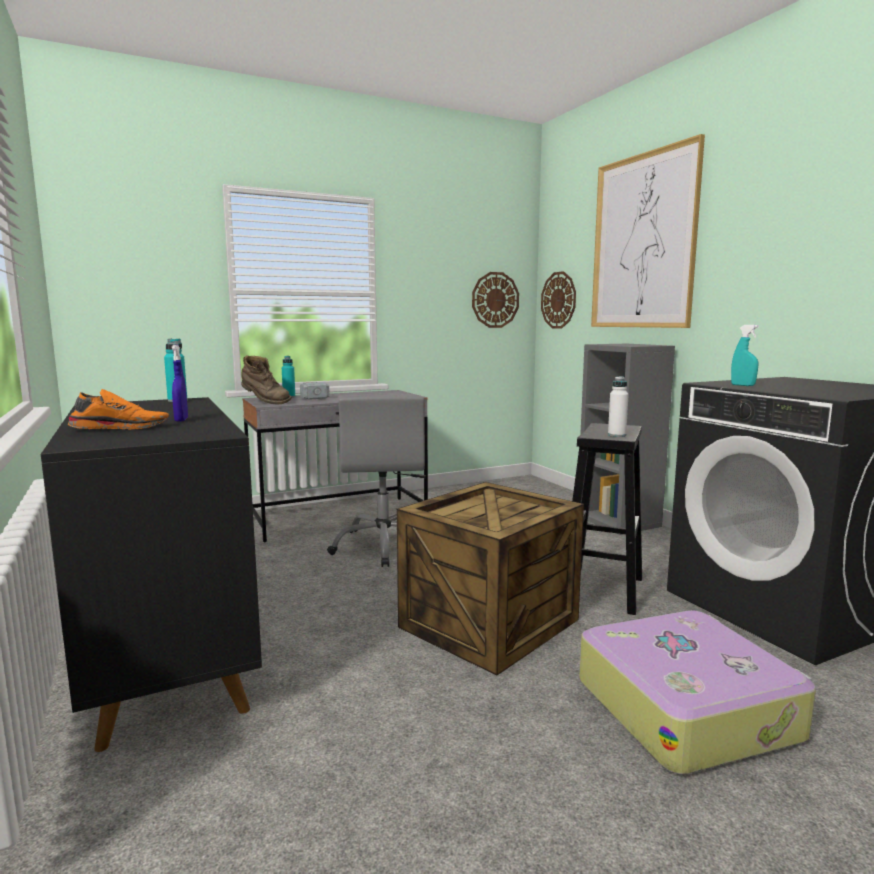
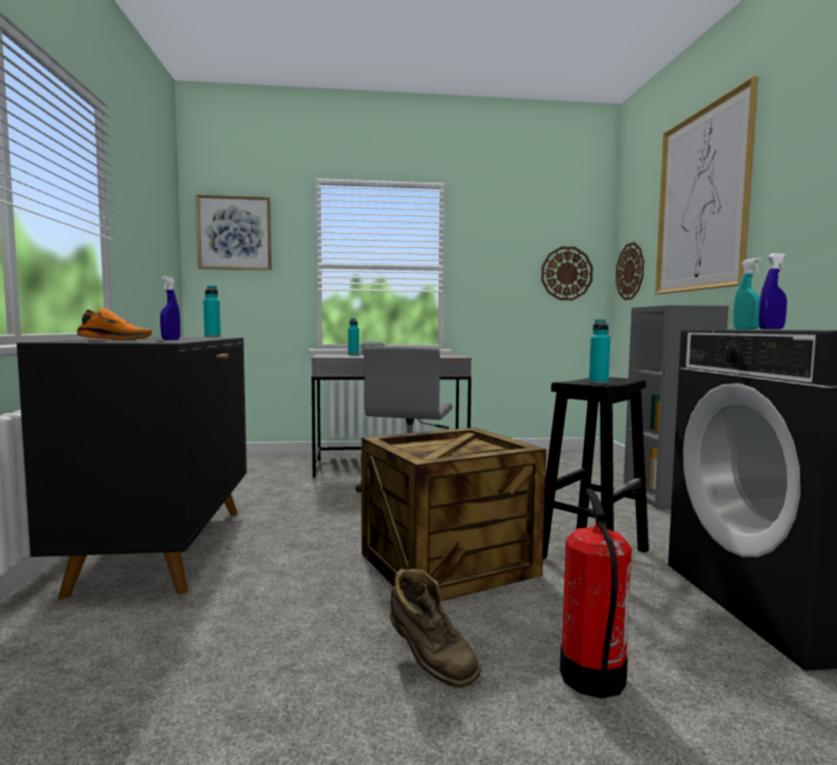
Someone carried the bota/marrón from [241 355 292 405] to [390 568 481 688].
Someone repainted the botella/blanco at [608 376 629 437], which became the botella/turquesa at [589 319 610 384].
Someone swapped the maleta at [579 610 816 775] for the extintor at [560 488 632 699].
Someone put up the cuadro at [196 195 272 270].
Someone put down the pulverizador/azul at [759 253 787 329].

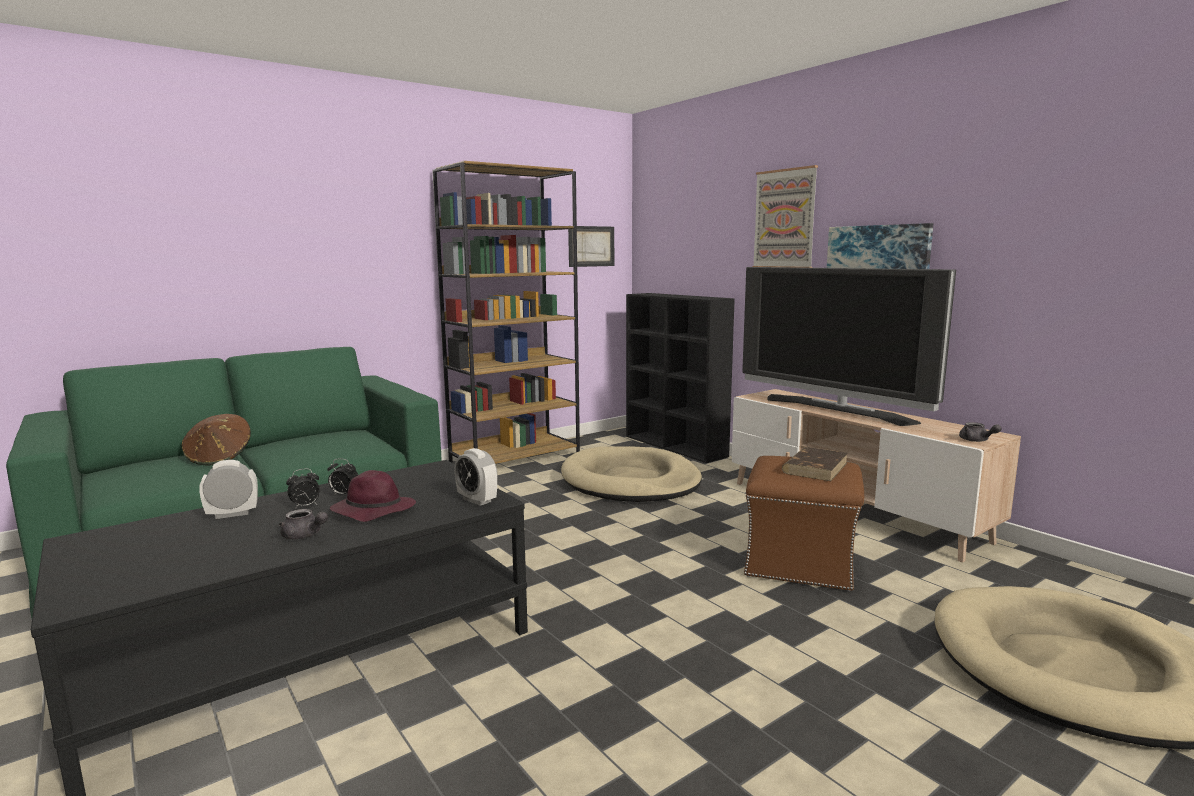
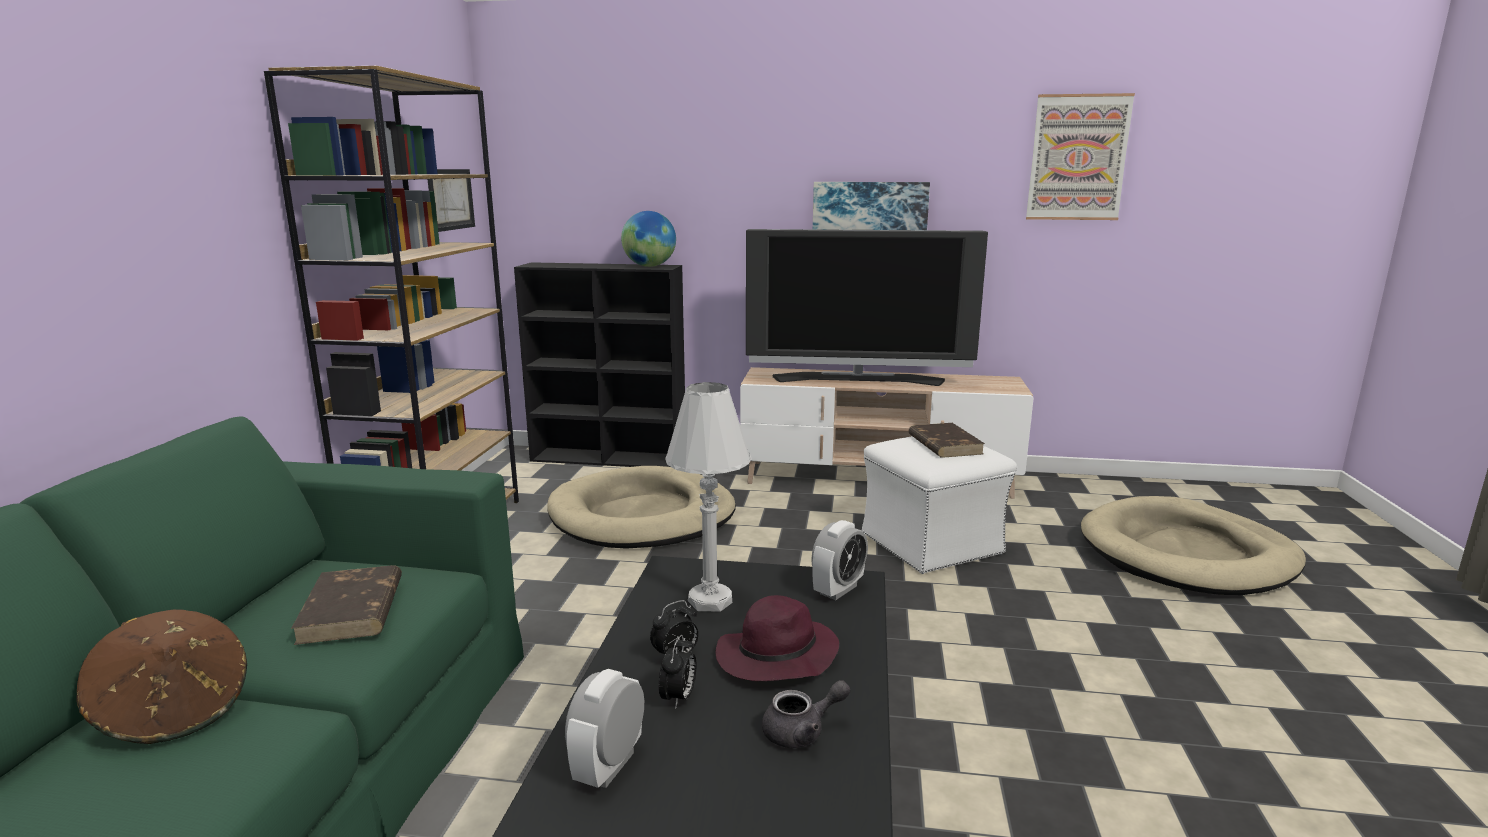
Someone carried the cuadro from [752 165 818 268] to [1026 93 1135 220].
Someone took away the tetera/gris at [959 422 1002 442].
Someone rotated the despertador at [454 448 497 506] by 45 degrees counterclockwise.
Someone repainted the puf/marrón at [744 456 864 591], which became the puf/blanco at [862 436 1017 574].
Someone put down the globo terráqueo at [621 211 676 267].
Someone put down the lámpara de mesa/blanco at [665 382 752 611].
Someone put down the libro/marrón at [291 565 402 645].

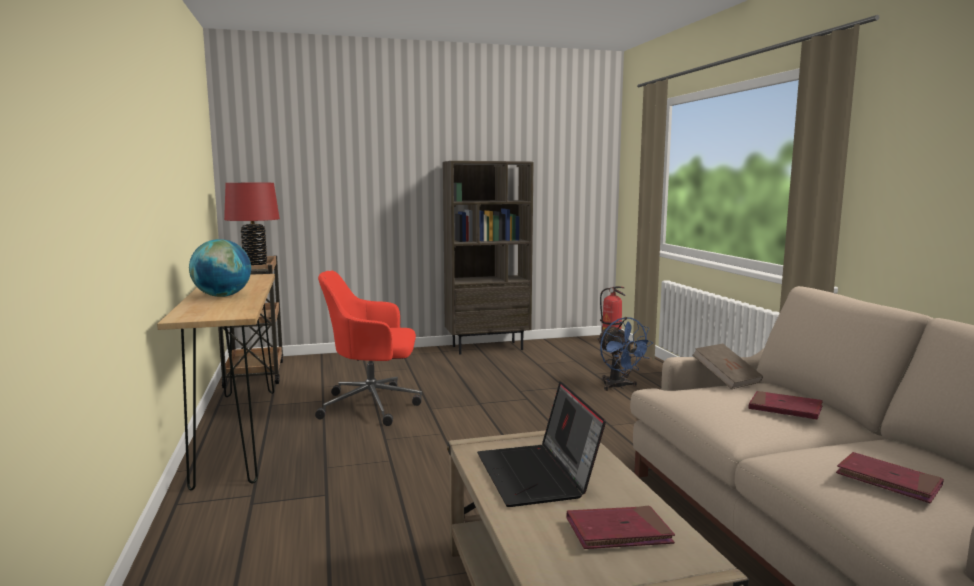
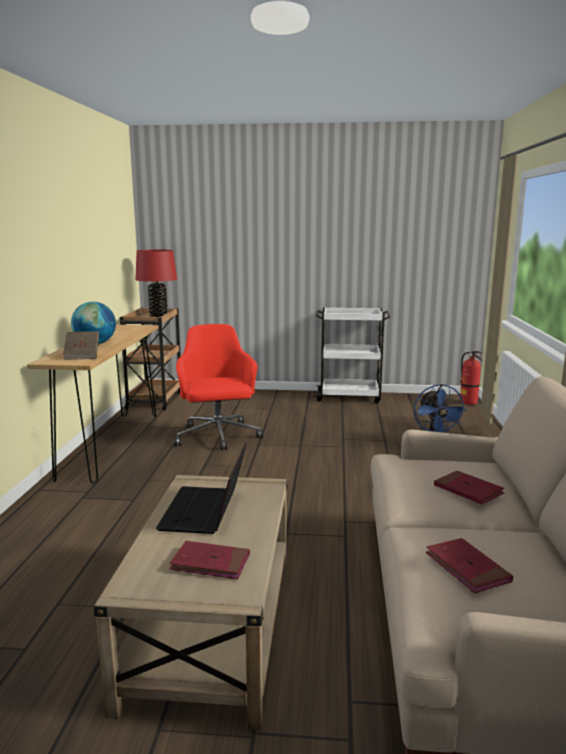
Someone swapped the estantería/marrón at [443 161 534 355] for the carrito/blanco at [316 307 390 403].
Someone rotated the silla de oficina/rojo at [315 271 422 426] by 60 degrees clockwise.
Someone carried the libro/marrón from [693 344 763 389] to [63 331 99 360].

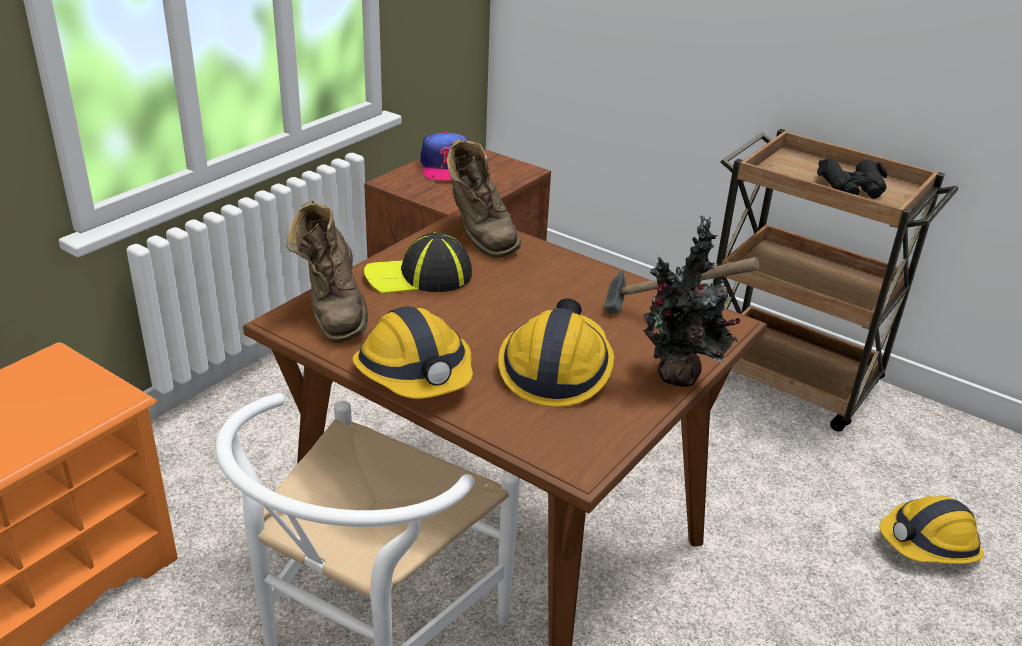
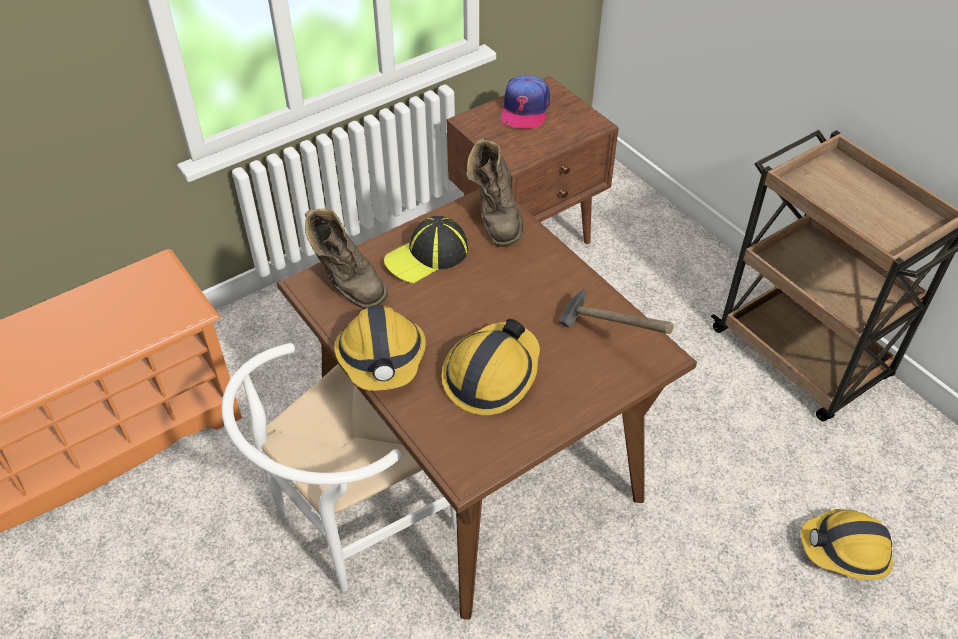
Someone took away the prismáticos/negro at [817 158 887 199].
Someone rotated the bota/marrón at [286 200 368 343] by 45 degrees counterclockwise.
Someone took away the planta en maceta at [643 215 741 387].
Someone rotated the gorra at [364 232 472 294] by 45 degrees counterclockwise.

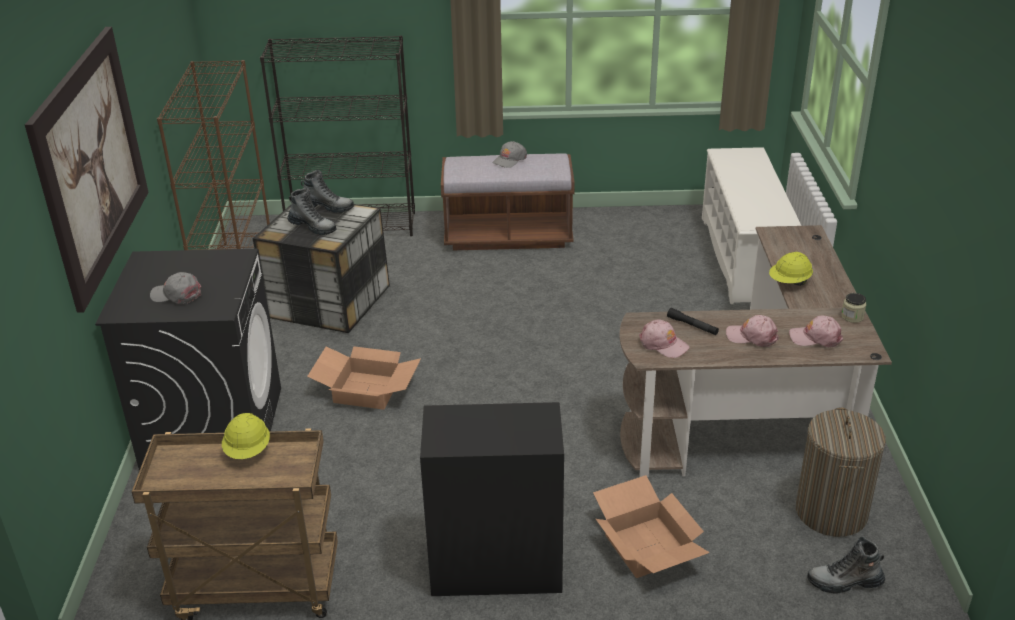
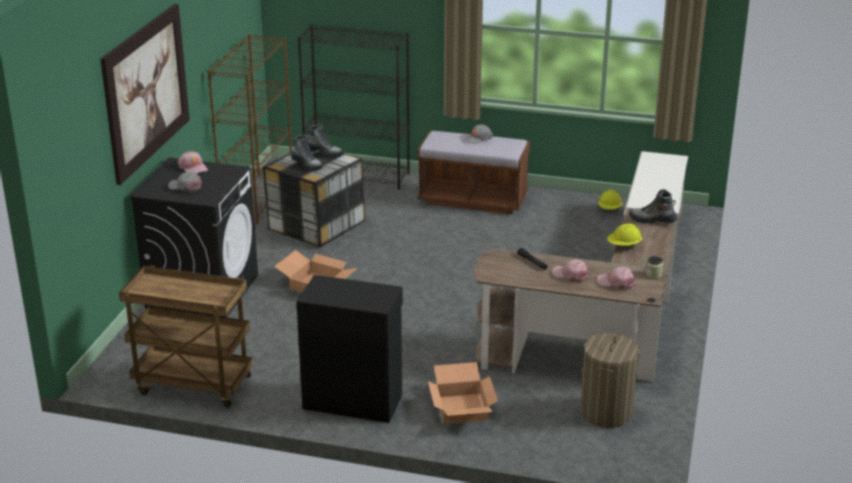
Someone carried the gorra/rosa from [639 319 690 358] to [178 151 208 174].
Someone carried the casco/amarillo from [222 413 270 459] to [598 190 622 210].
Someone carried the bota from [807 536 885 594] to [629 189 677 224].

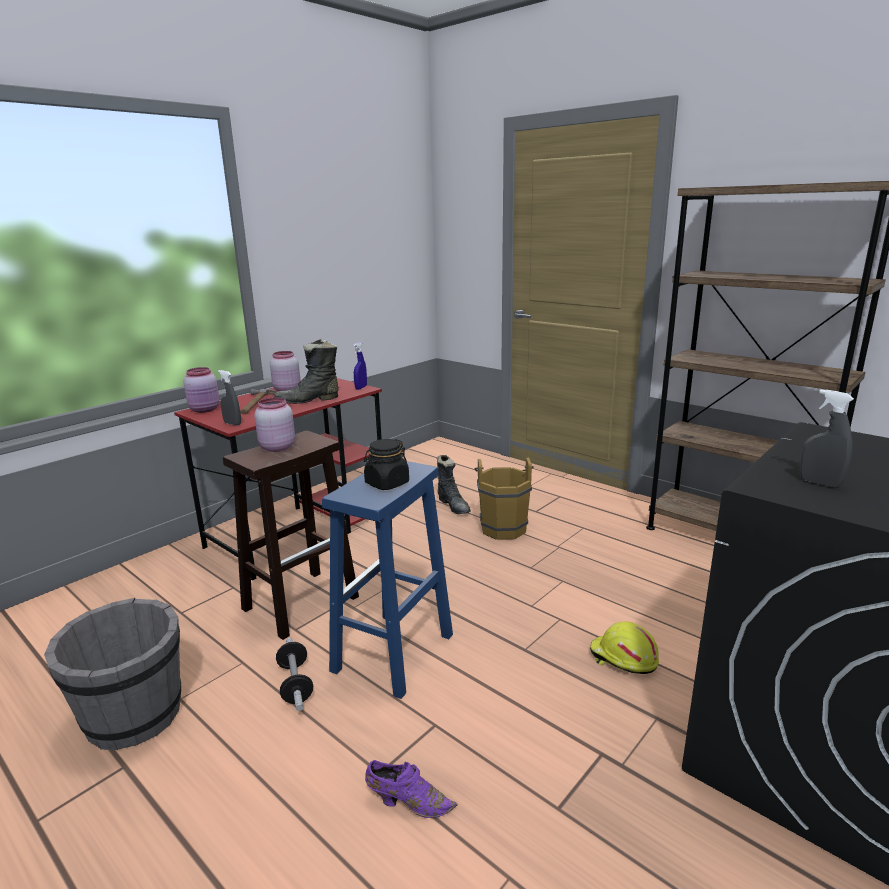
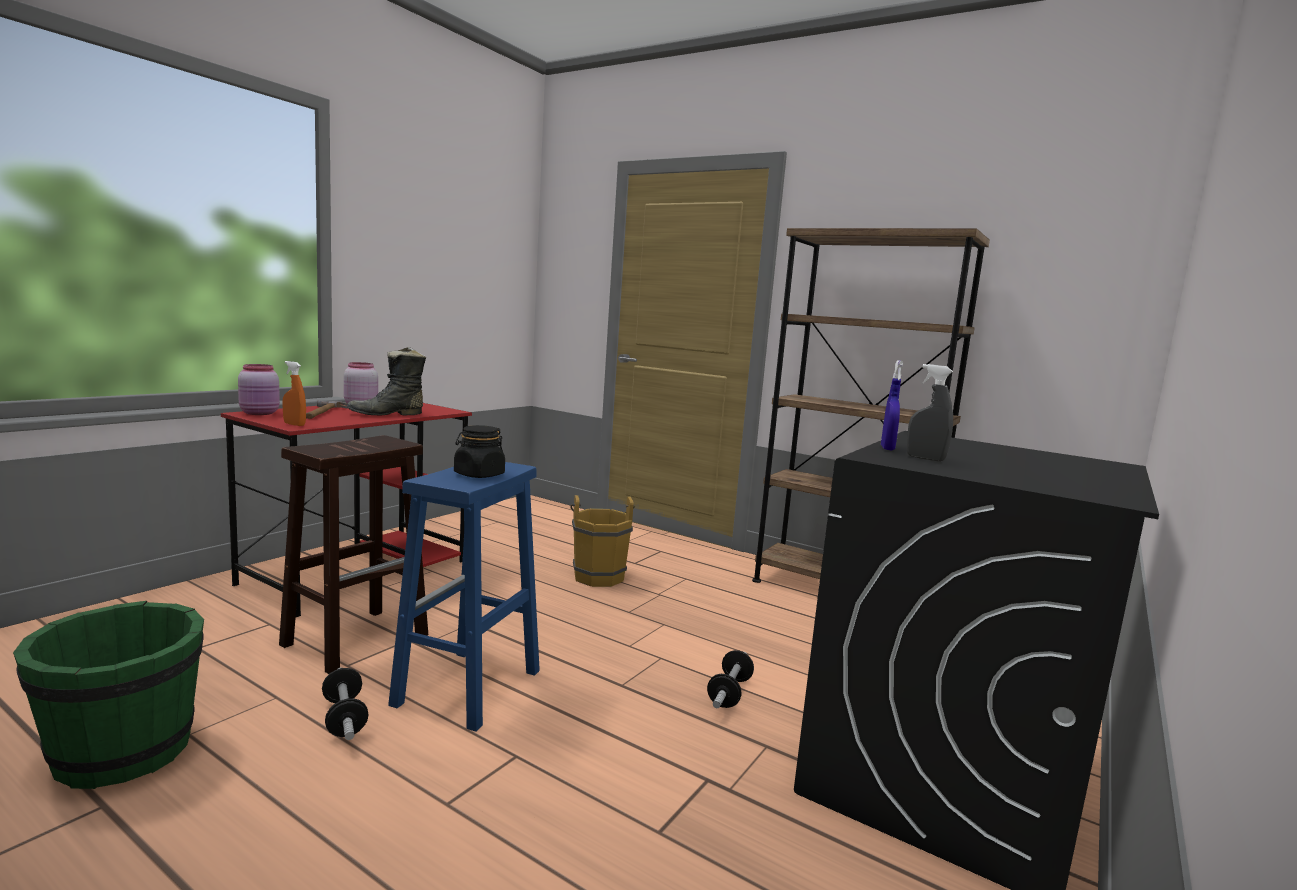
Someone carried the pulverizador/azul from [354 342 367 390] to [881 360 903 450].
Someone repainted the pulverizador/gris at [218 370 241 426], which became the pulverizador/naranja at [282 361 306 426].
Someone took away the tarro/rosa at [255 397 295 452].
Someone took away the bota/negro at [436 455 471 514].
Someone repainted the cubo/gris at [44 598 181 750], which became the cubo/verde at [13 601 204 789].
Someone swapped the casco/amarillo at [590 622 659 674] for the mancuerna at [707 650 754 708].
Someone took away the zapato/morado at [365 760 458 818].

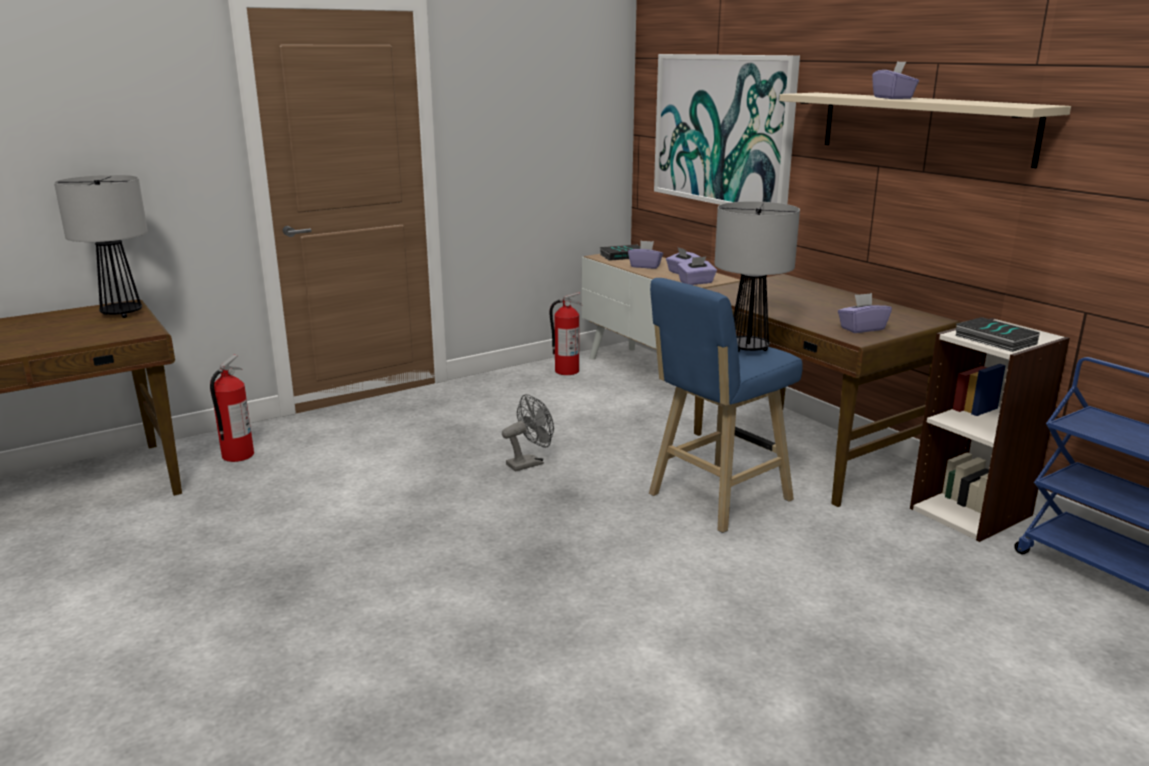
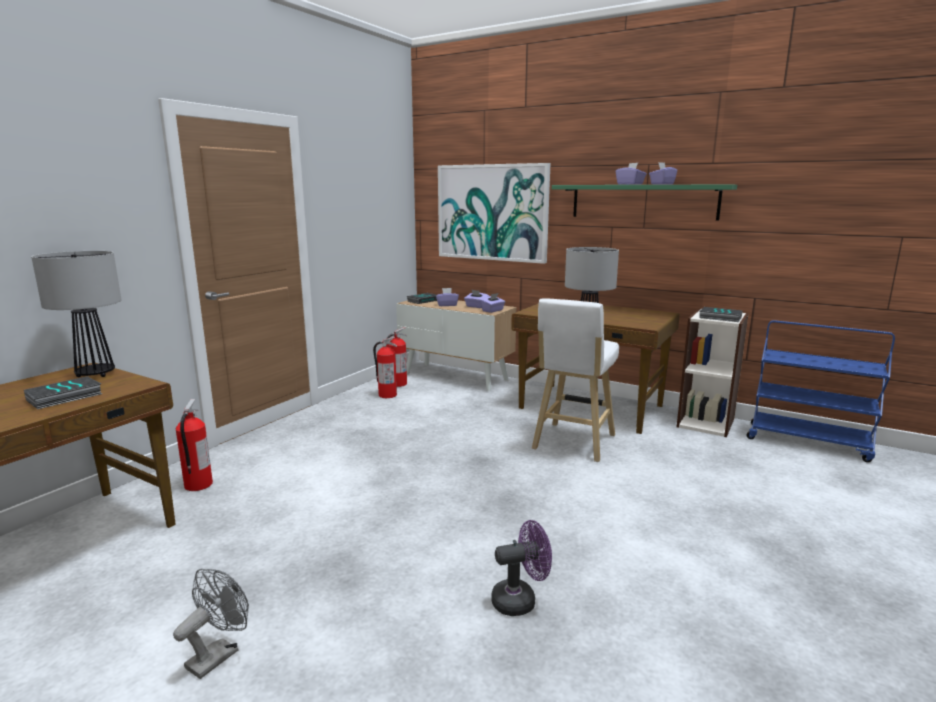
Someone repainted the estante/beis at [779 93 1071 168], which became the estante/verde at [552 185 737 221].
Someone repainted the taburete/azul at [649 278 803 533], which became the taburete/blanco at [532 298 619 462].
Someone carried the caja de pañuelos/morado from [838 293 892 333] to [649 162 677 185].
Someone carried the ventilador/gris from [502 394 554 471] to [173 569 249 679].
Someone put down the extintor at [373 337 397 398].
Someone put down the libro at [24 376 102 409].
Someone put down the ventilador/morado at [491 520 552 616].

